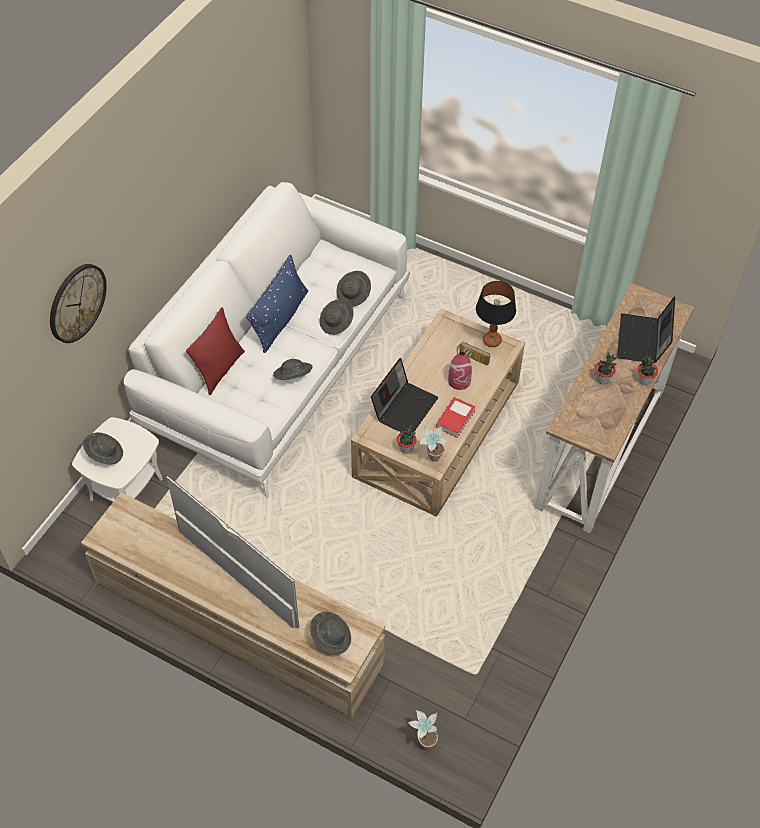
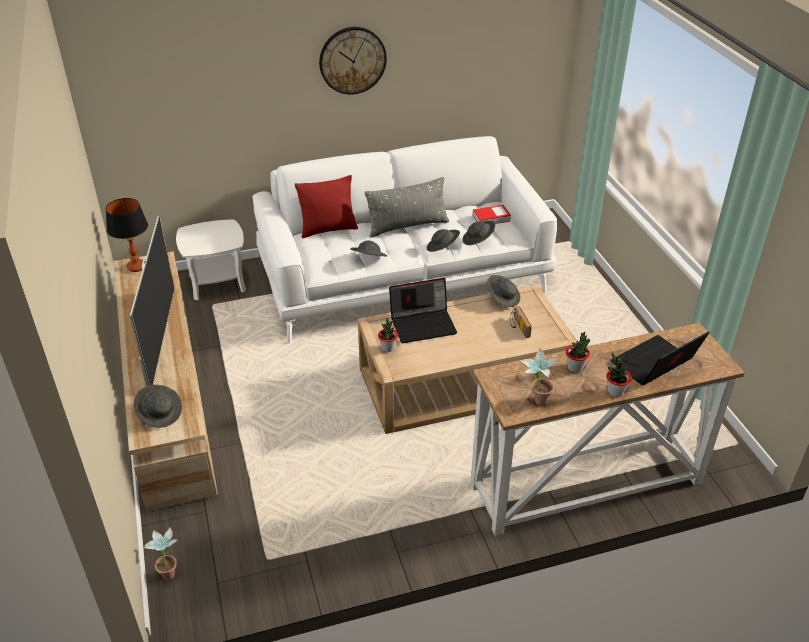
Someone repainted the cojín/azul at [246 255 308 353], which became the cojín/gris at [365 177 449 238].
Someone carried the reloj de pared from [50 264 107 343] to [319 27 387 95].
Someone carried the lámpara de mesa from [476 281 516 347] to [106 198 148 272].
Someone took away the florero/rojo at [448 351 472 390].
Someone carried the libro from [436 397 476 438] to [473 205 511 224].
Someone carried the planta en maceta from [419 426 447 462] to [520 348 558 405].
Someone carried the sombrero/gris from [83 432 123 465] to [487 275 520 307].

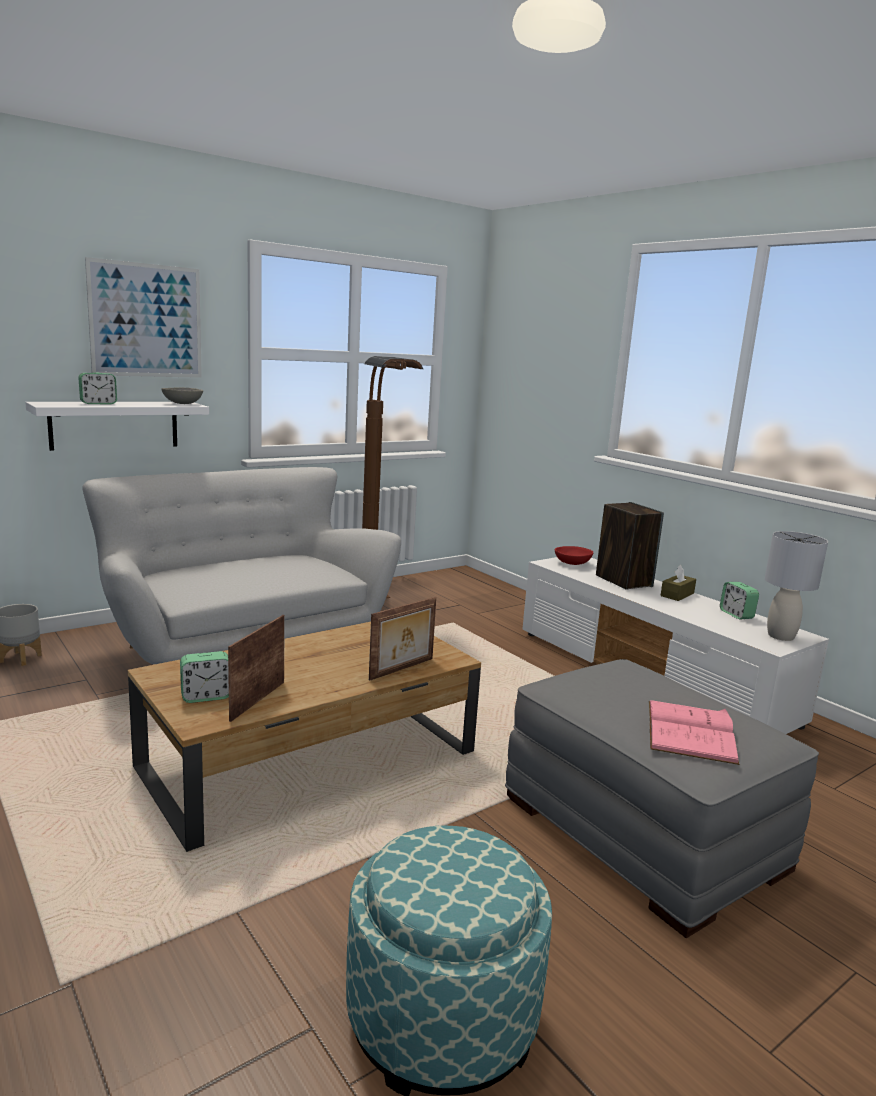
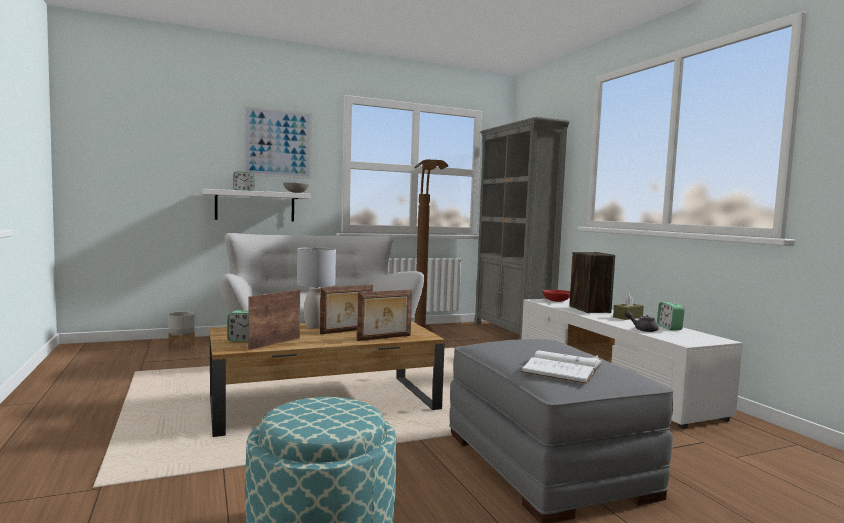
Someone carried the lámpara de mesa/gris from [765 531 828 641] to [297 247 336 329].
Someone repainted the libro/rosa at [649 700 739 765], which became the libro/blanco at [521 351 603 384].
Someone put down the estantería/gris at [475 117 570 339].
Someone put down the portarretratos at [320 285 373 335].
Someone put down the tetera/gris at [625 311 658 332].

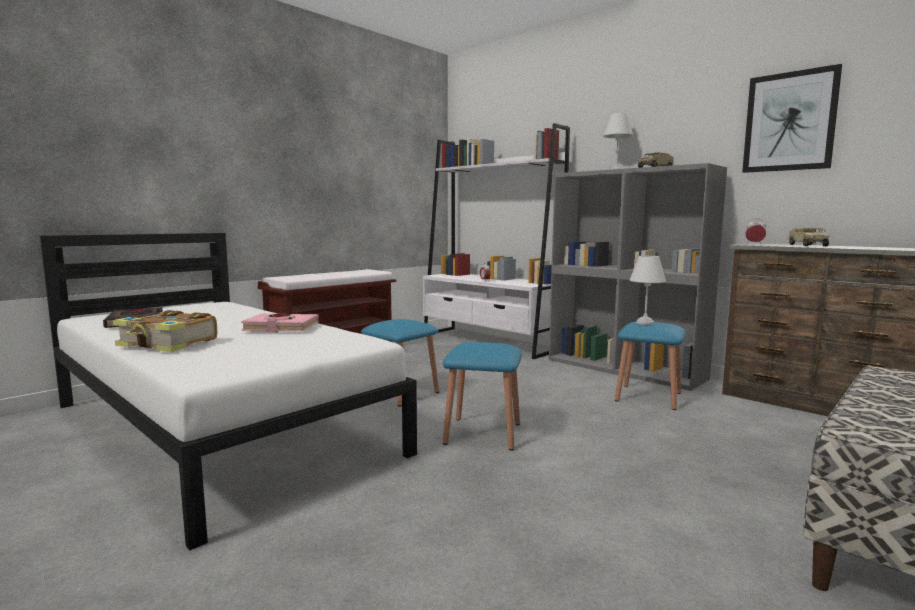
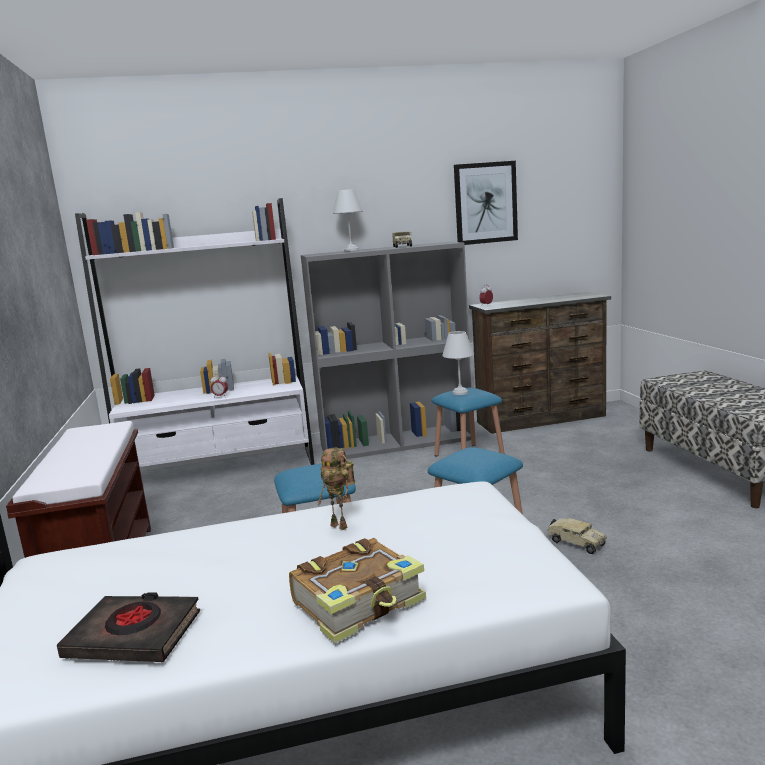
Someone carried the camión de juguete from [788 228 829 247] to [547 518 606 554].
Someone swapped the libro/rosa at [241 313 319 333] for the robot de juguete at [317 448 355 530].

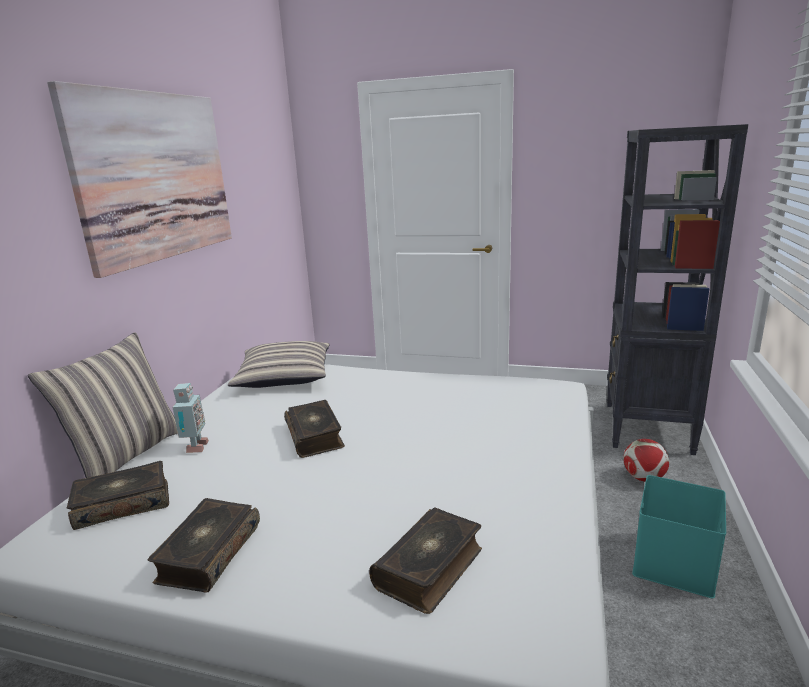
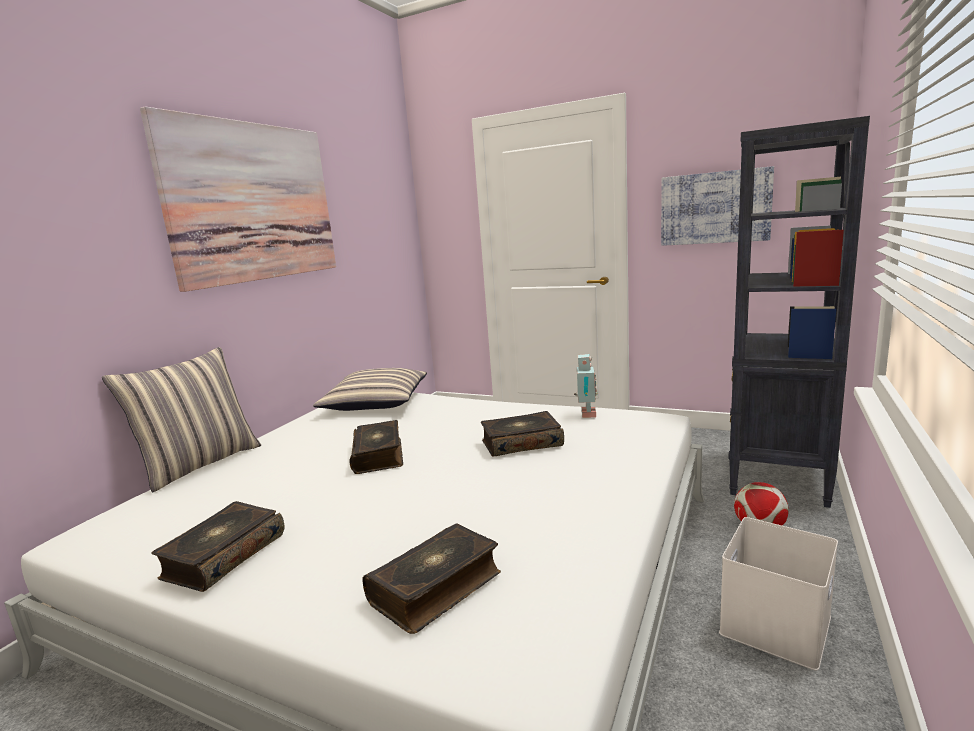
Someone carried the robot de juguete from [172 383 209 453] to [574 354 598 418].
Someone carried the libro from [67 461 169 530] to [481 411 564 456].
Someone repainted the caja de almacenaje/turquesa at [632 475 726 599], which became the caja de almacenaje/blanco at [719 517 838 671].
Someone put up the cuadro at [661 166 774 246].

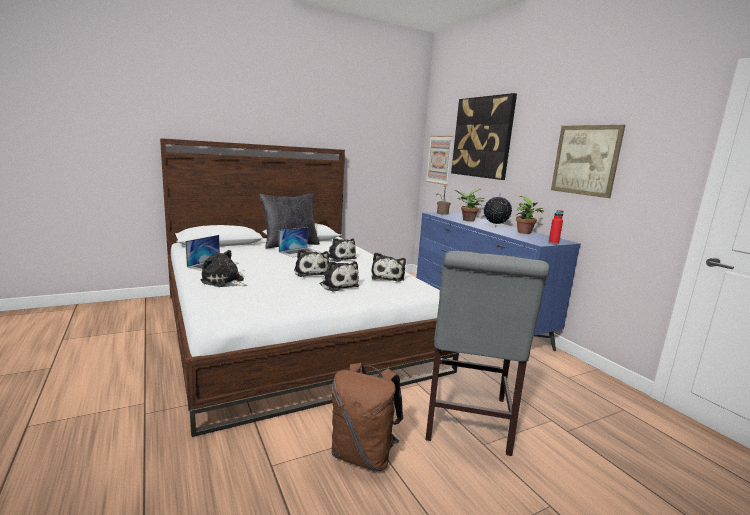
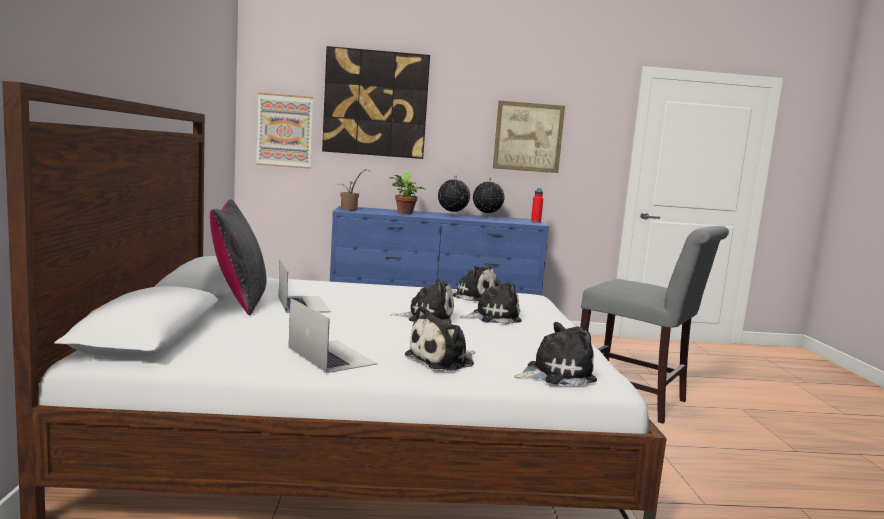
Someone swapped the planta en maceta at [516 196 544 234] for the globo terráqueo at [473 178 505 218].
Someone carried the peluche from [328 238 356 262] to [514 322 597 386].
Someone took away the mochila/marrón at [331 363 403 471].

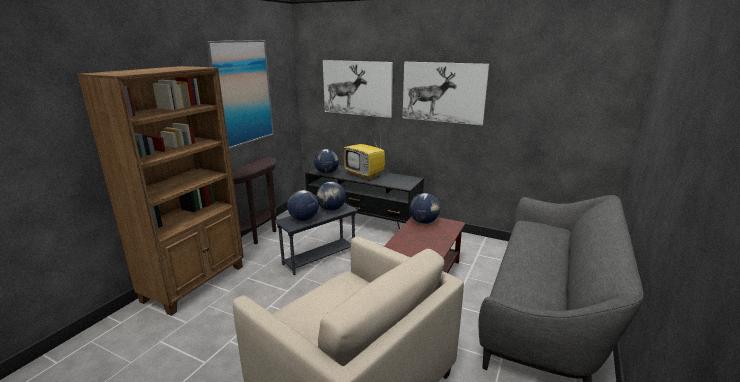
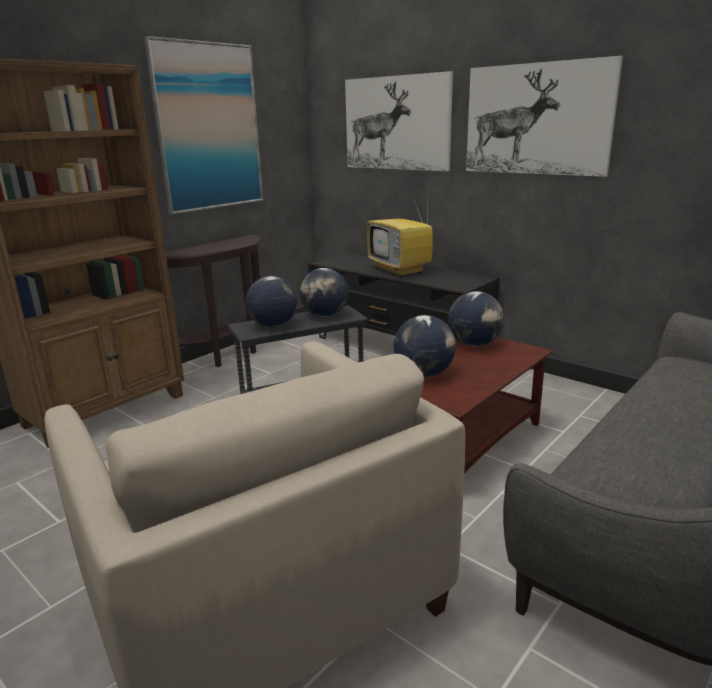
Someone carried the globo terráqueo from [314 149 339 174] to [393 315 456 377].

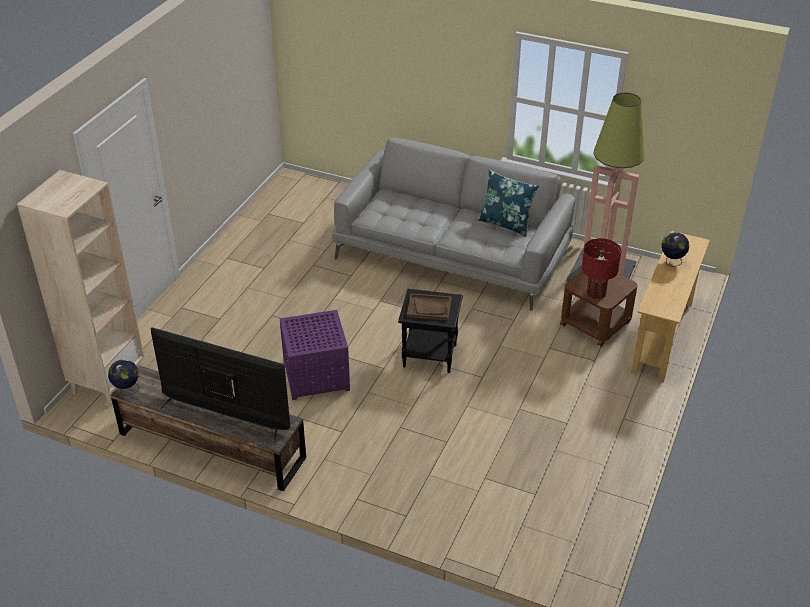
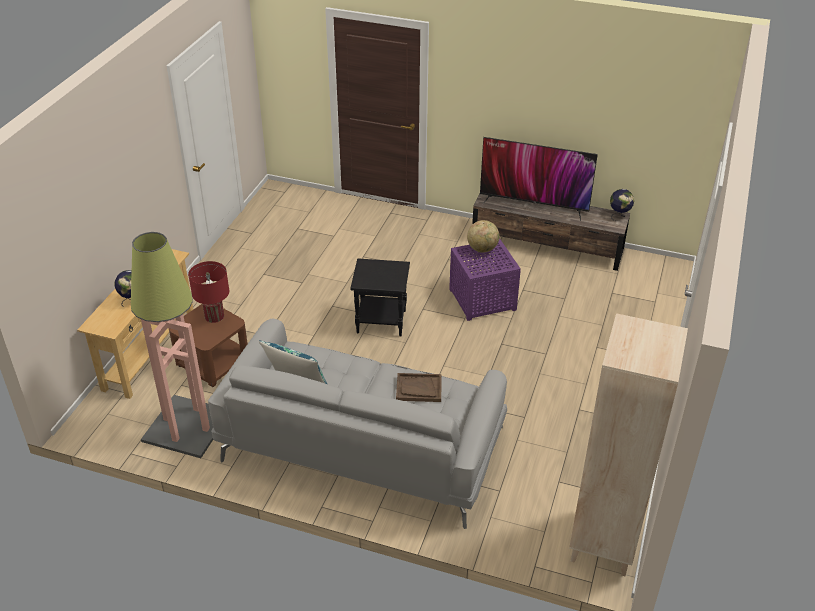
Someone carried the estantería/beis from [17 170 144 407] to [569 313 688 576].
Someone carried the bandeja/marrón from [407 294 452 321] to [396 373 442 402].
Someone put down the globo terráqueo at [467 220 499 253].

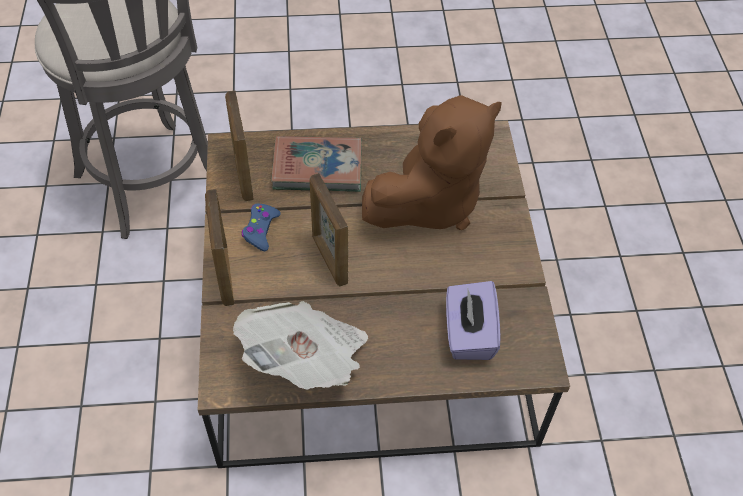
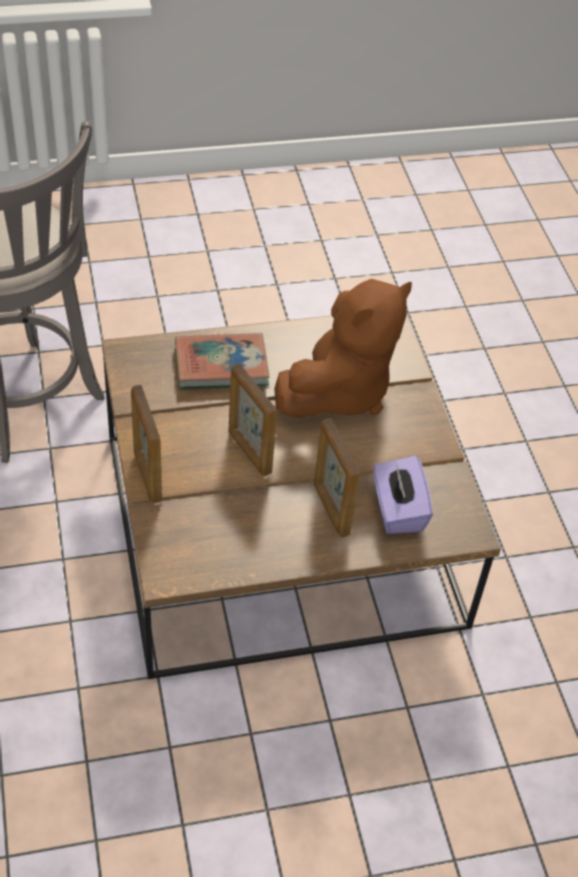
Someone carried the portarretratos from [225 91 254 201] to [314 418 360 537].
Someone took away the mando de consola/azul at [241 203 281 251].
Someone took away the periódico at [233 301 368 389].

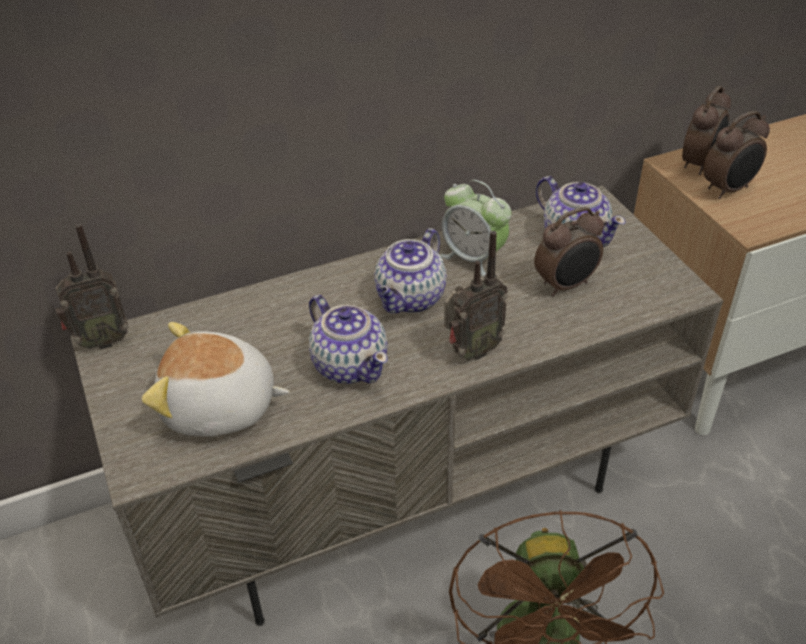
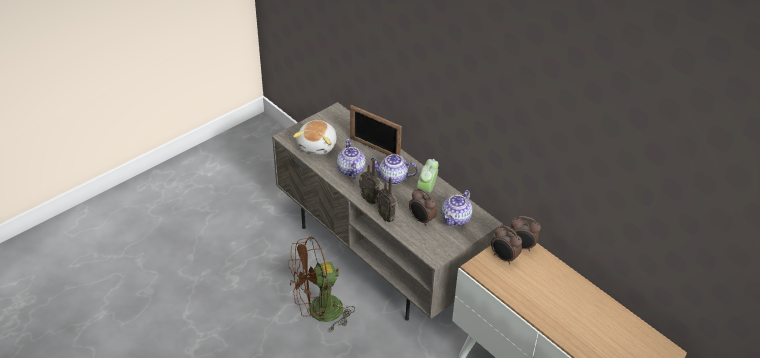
Someone carried the radio from [55 224 129 350] to [377 177 398 222].
Someone rotated the tetera at [309 295 388 384] by 135 degrees clockwise.
Someone rotated the peluche at [142 322 290 437] by 150 degrees counterclockwise.
Someone put down the portarretratos at [350 105 402 155].

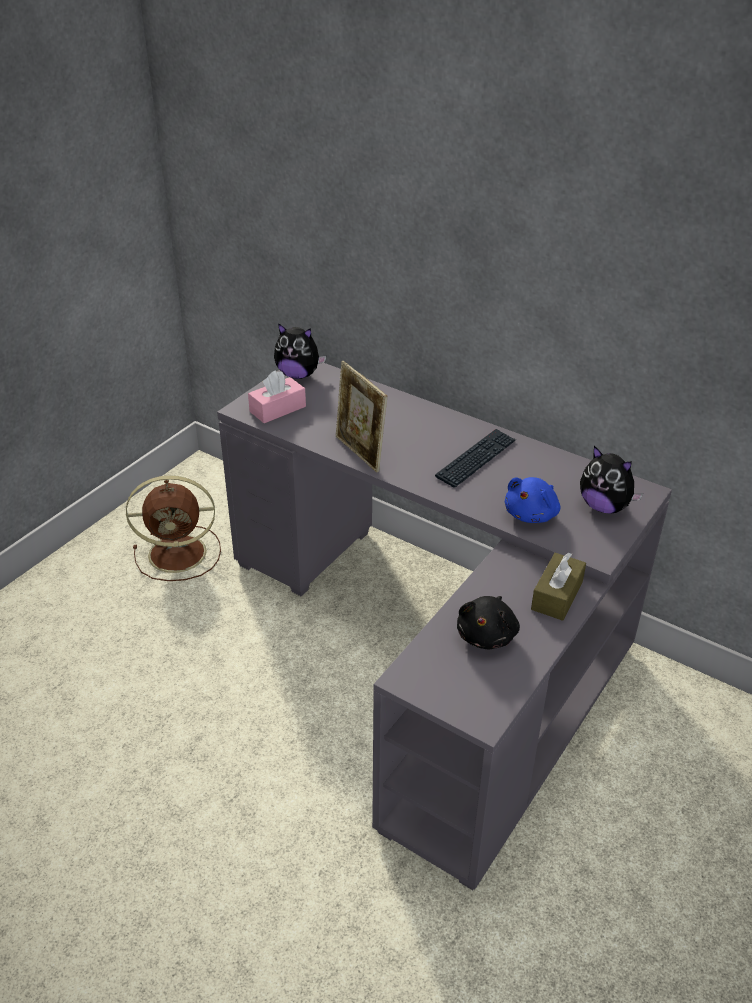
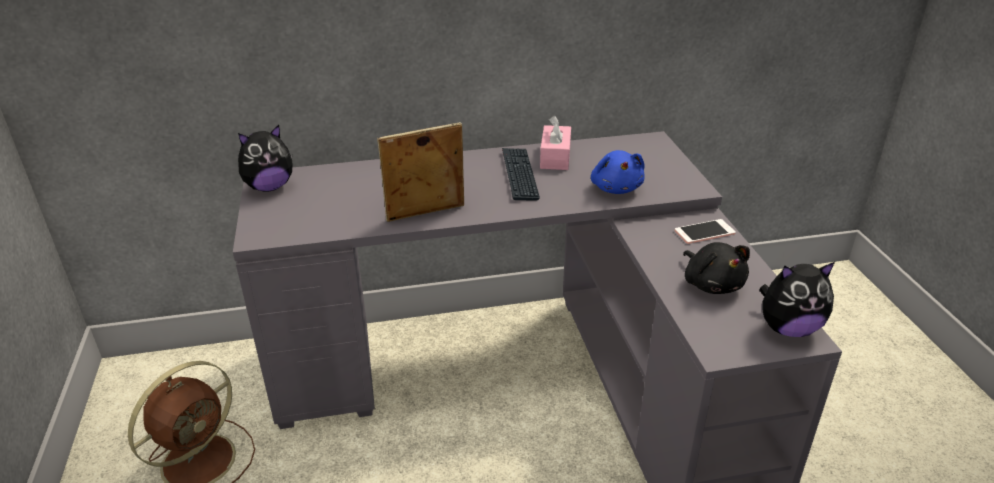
Someone rotated the portarretratos at [335 361 387 472] by 150 degrees clockwise.
Someone carried the caja de pañuelos/rosa from [248 370 306 423] to [540 116 571 170].
Someone carried the peluche from [580 446 643 514] to [759 262 835 337].
Someone swapped the caja de pañuelos/marrón at [531 552 586 621] for the móvil at [675 219 736 244].

